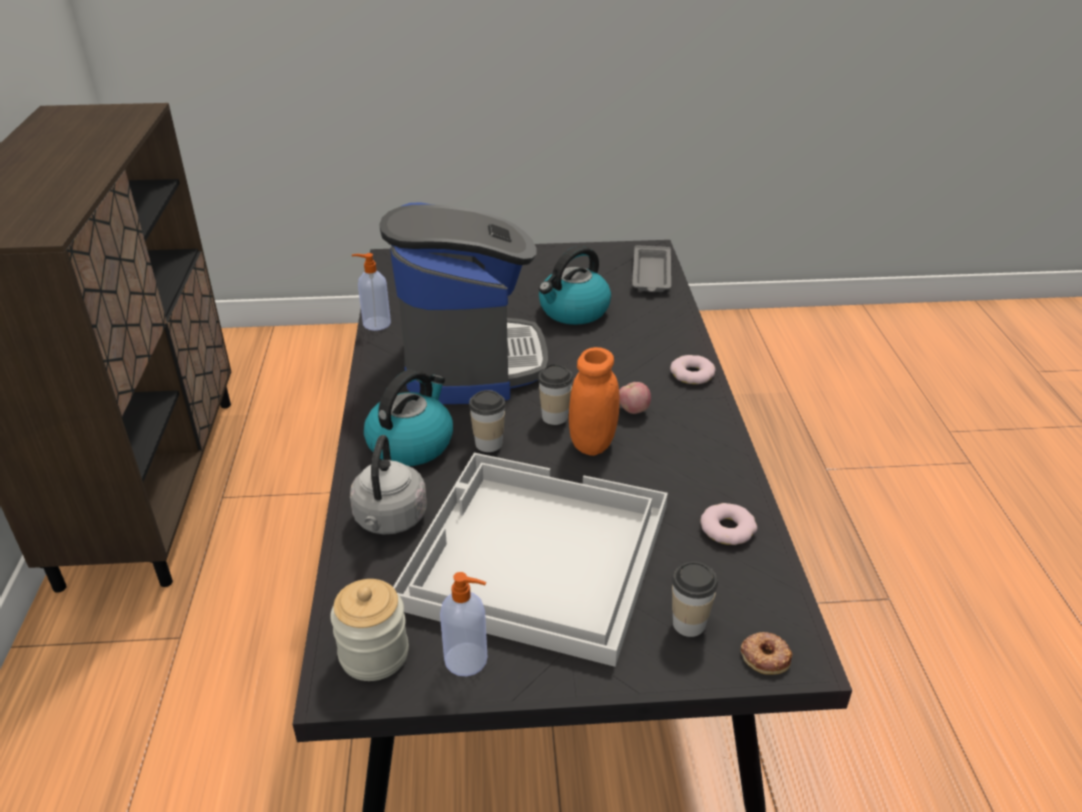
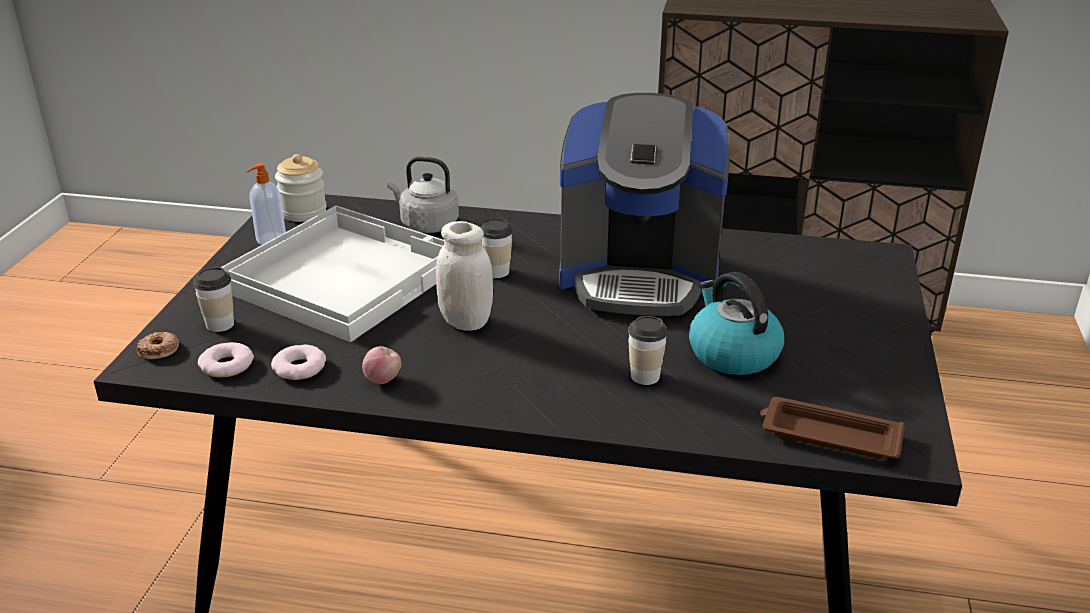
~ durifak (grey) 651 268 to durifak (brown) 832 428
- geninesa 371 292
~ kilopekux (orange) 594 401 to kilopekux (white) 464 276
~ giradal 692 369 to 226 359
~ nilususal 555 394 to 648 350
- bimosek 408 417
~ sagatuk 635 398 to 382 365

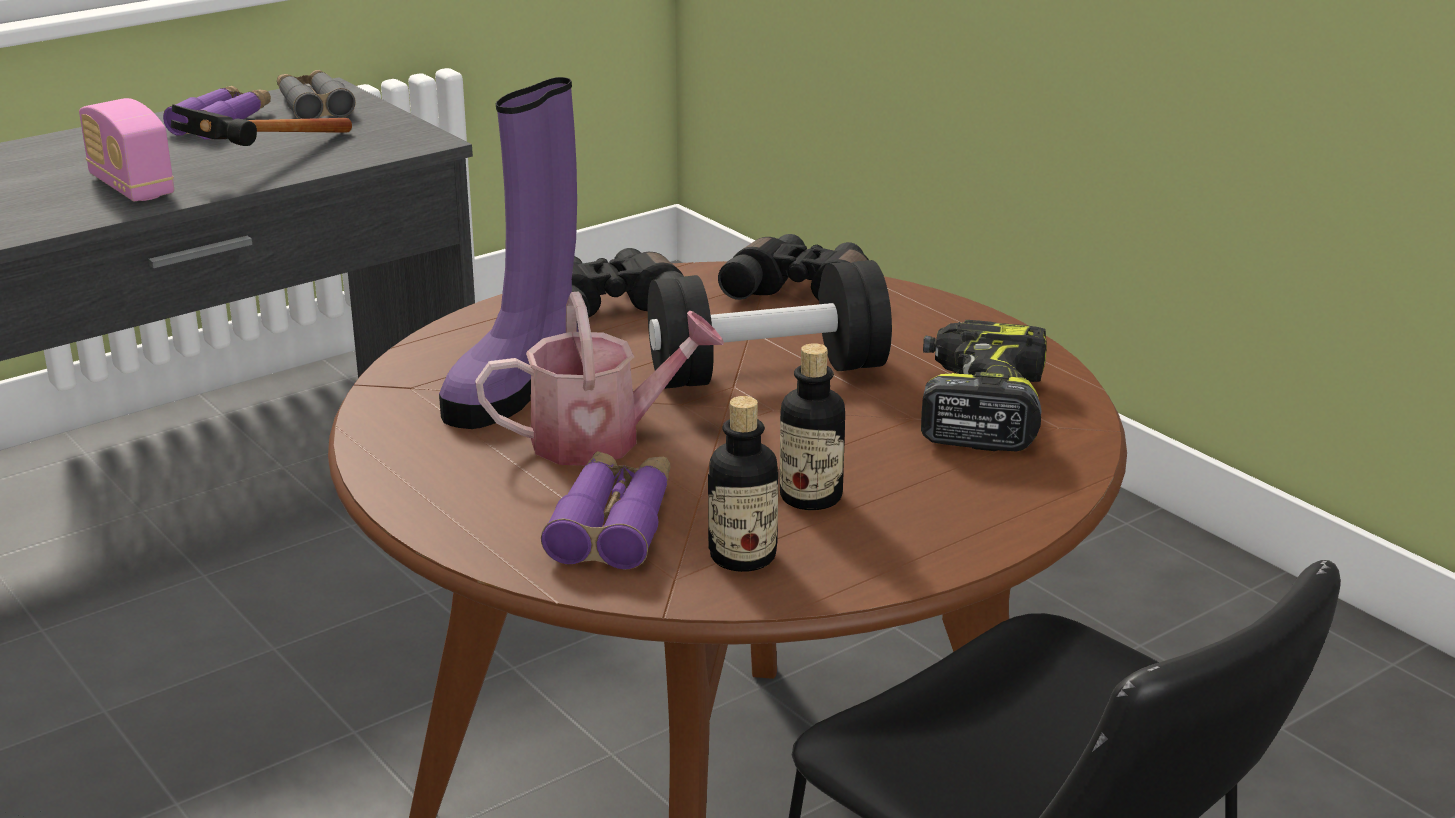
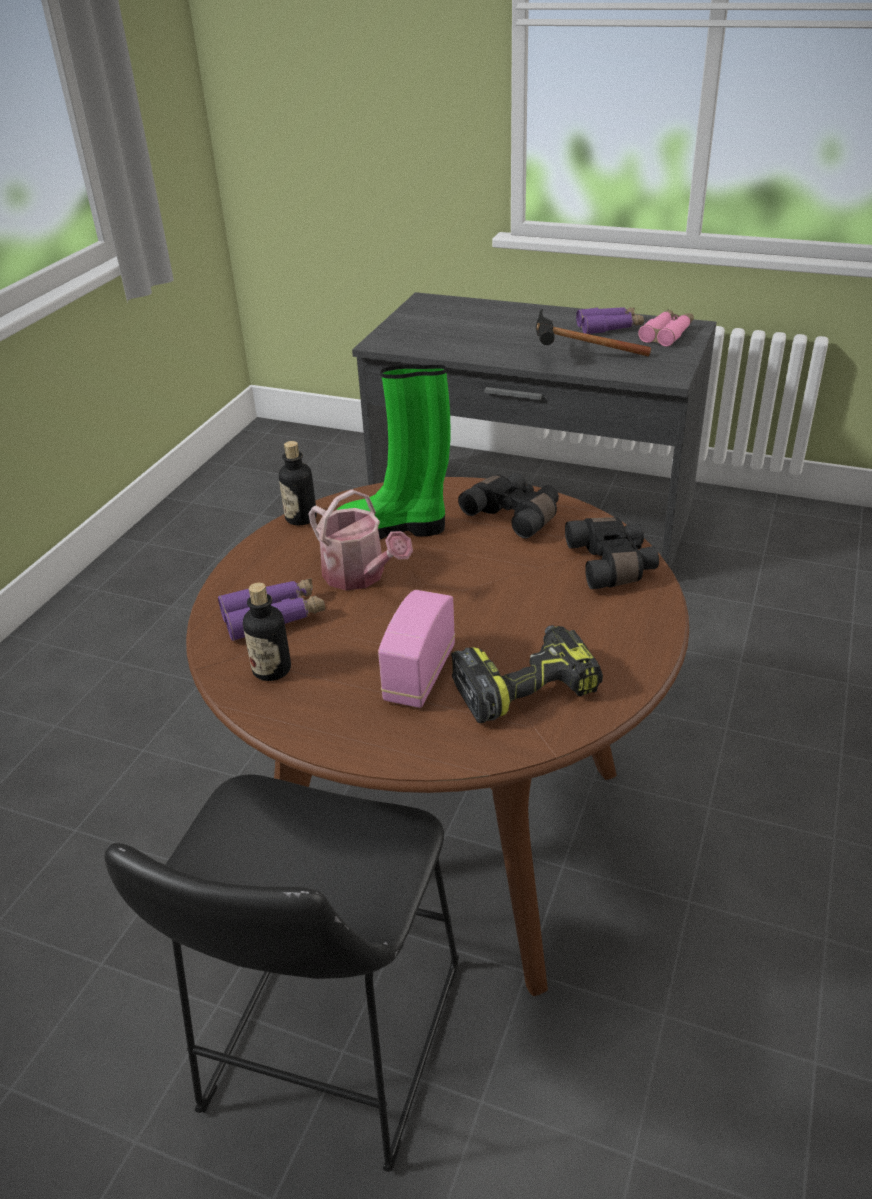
~ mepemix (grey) 316 94 to mepemix (pink) 666 328
~ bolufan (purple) 509 253 to bolufan (green) 393 452
~ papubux 126 149 to 416 649
- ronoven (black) 770 324
~ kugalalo 812 426 to 298 483

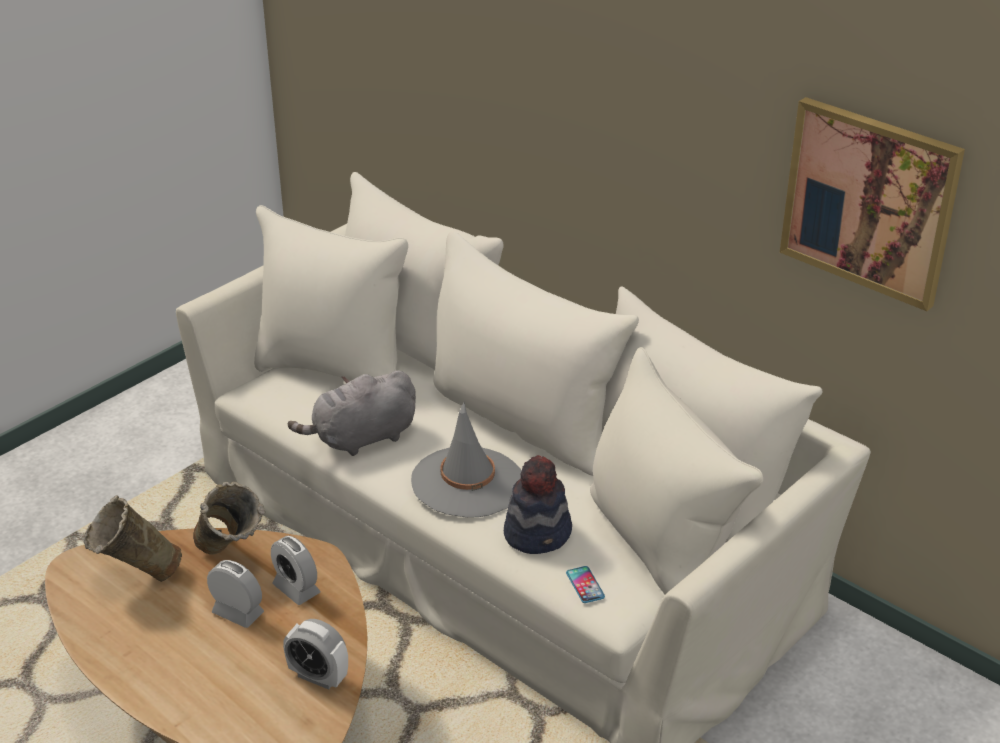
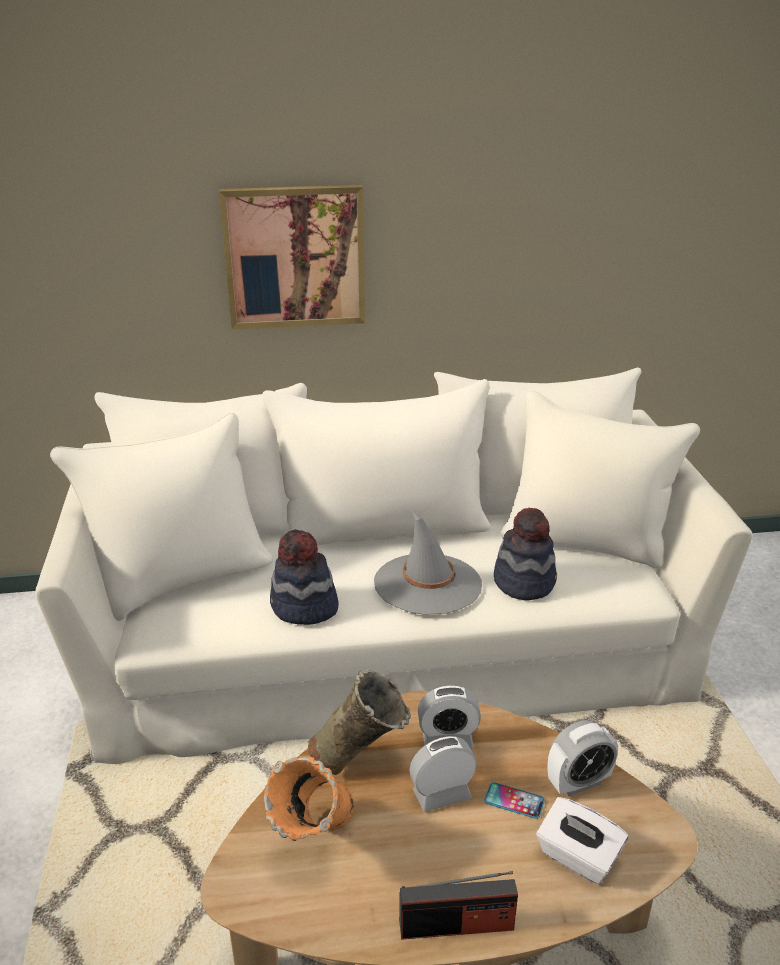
~ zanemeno 872 204 to 292 257
~ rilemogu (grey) 352 413 to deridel 304 577
~ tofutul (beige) 133 538 to tofutul (orange) 309 799
~ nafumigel 585 584 to 514 800
+ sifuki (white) 582 840
+ papubux 458 905

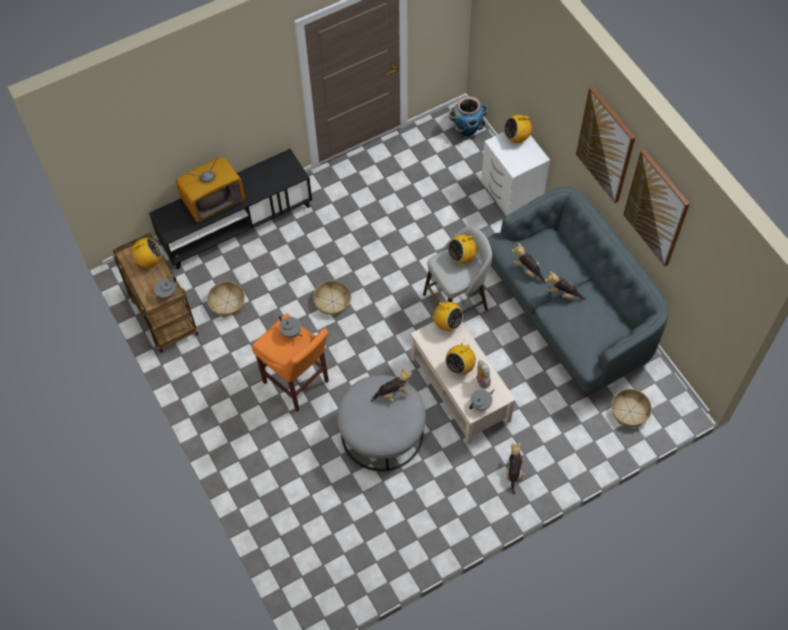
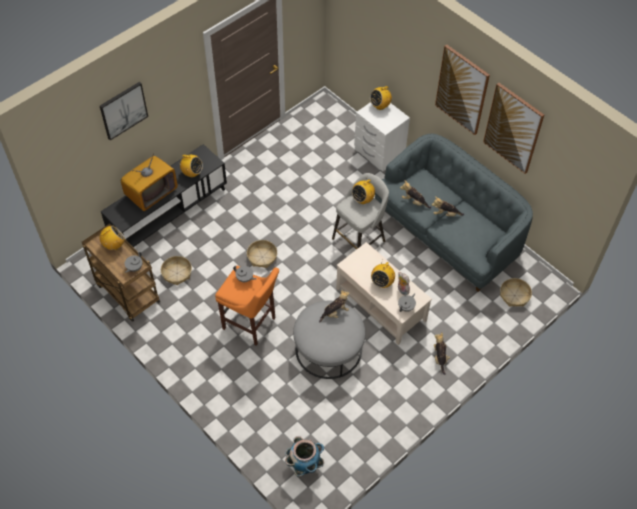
~ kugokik 468 115 to 304 456
~ papubux 447 316 to 191 165
+ zanemeno 124 111

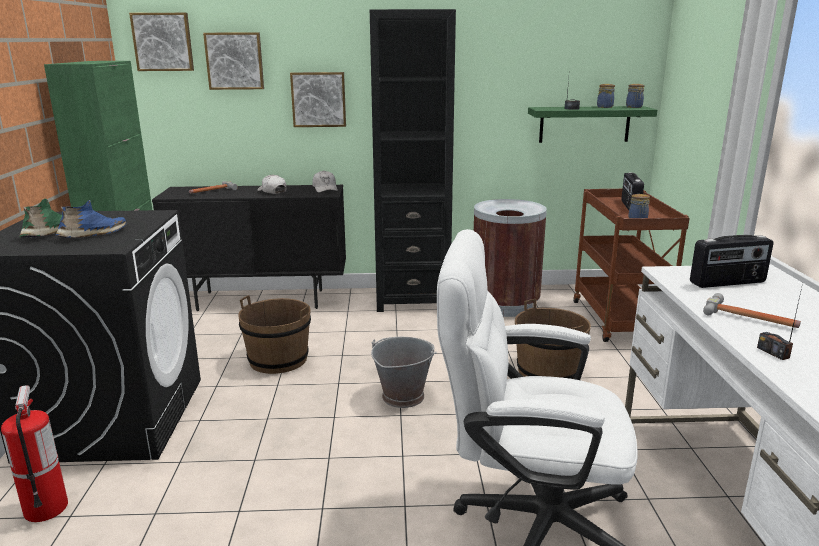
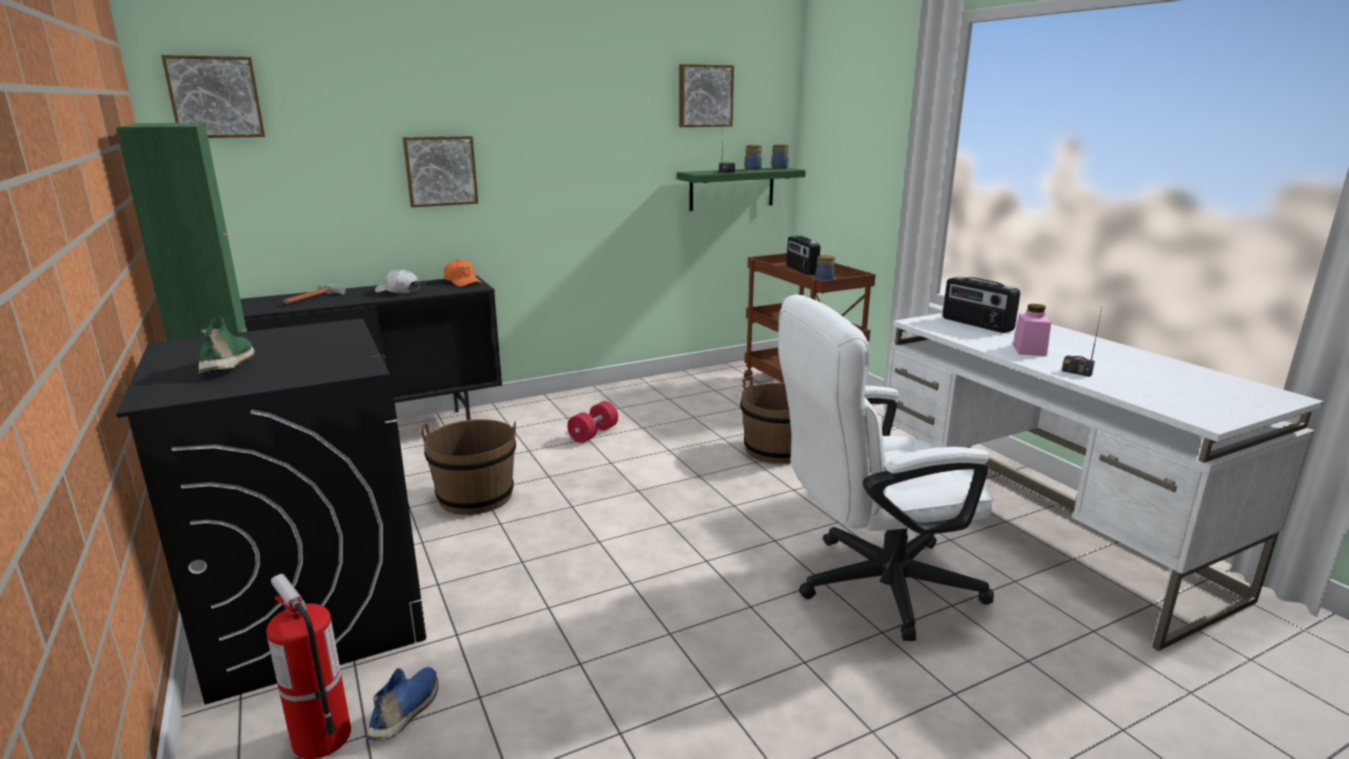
- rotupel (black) 413 160
~ zanemeno 233 61 to 706 95
~ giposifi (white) 325 181 to giposifi (orange) 463 273
- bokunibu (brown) 510 258
~ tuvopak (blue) 90 219 to 402 704
~ papubux 731 261 = 981 304 90 degrees clockwise
~ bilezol 752 310 to kilopekux (pink) 1032 330
- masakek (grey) 404 372
+ ronoven (red) 592 422

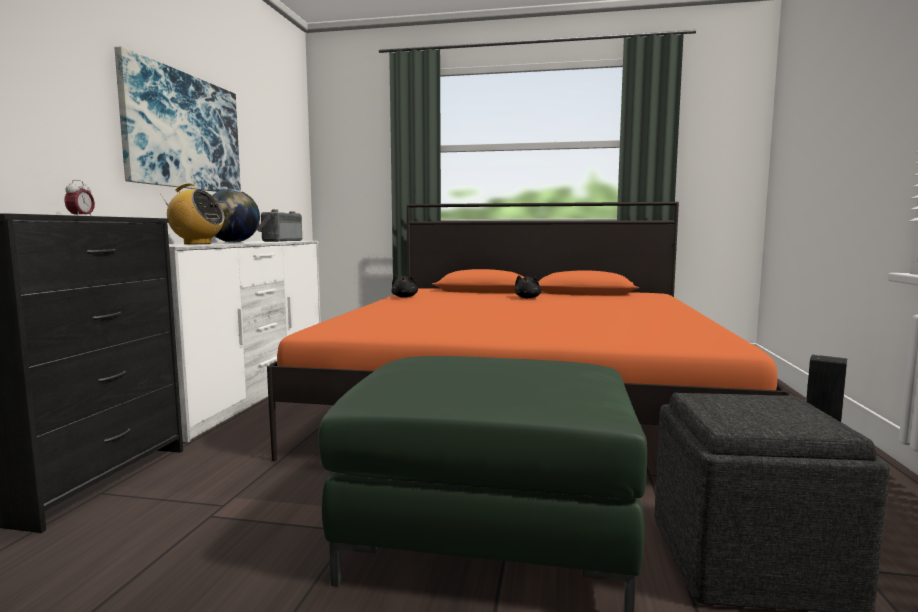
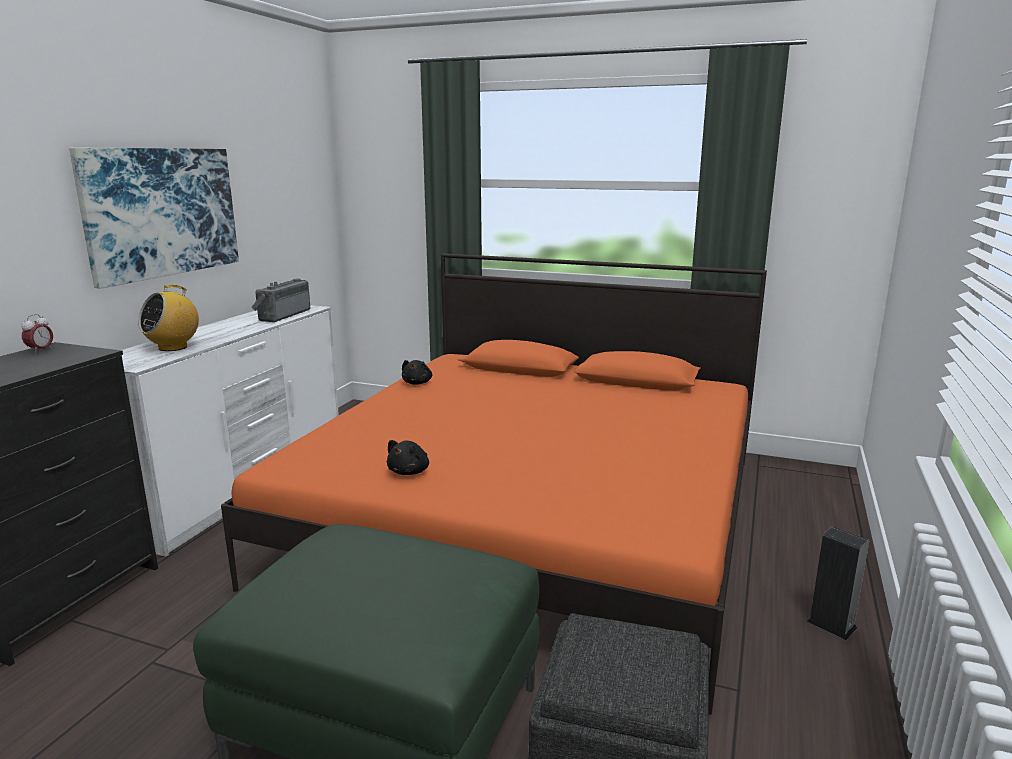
~ papubux 192 214 = 168 318 105 degrees clockwise
- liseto 236 216
~ rilemogu (black) 528 286 to 408 457

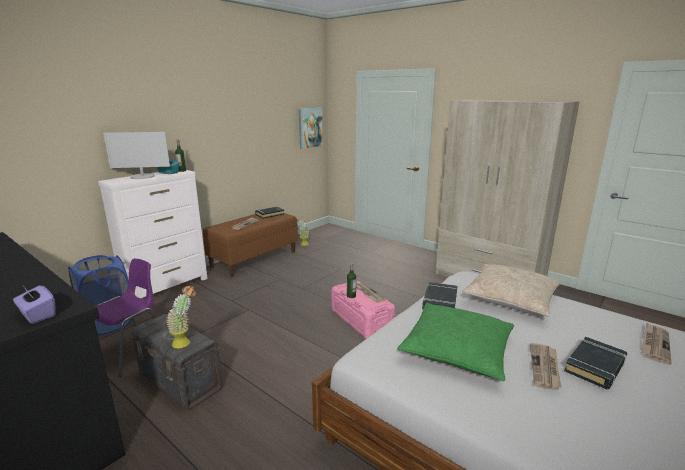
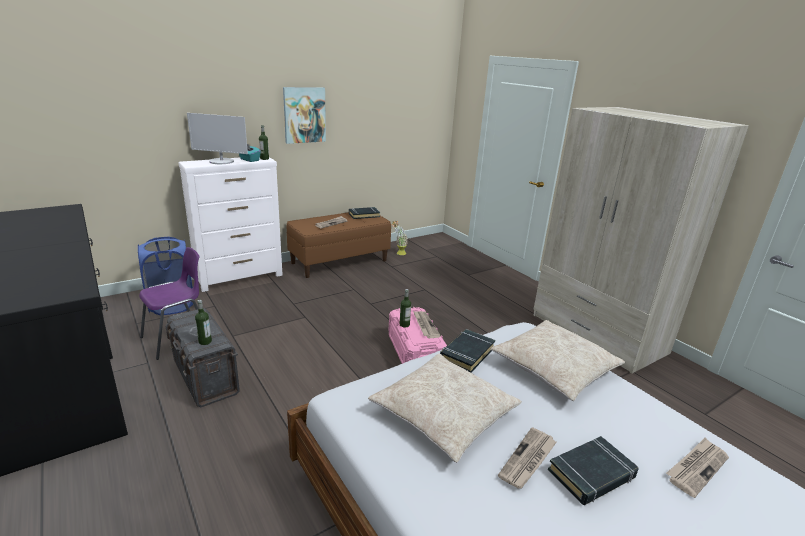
~ zanemeno 311 128 to 304 115
- sifuki (purple) 34 305
~ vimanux 181 317 to kugalalo 203 322
~ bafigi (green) 455 342 to bafigi (beige) 445 408

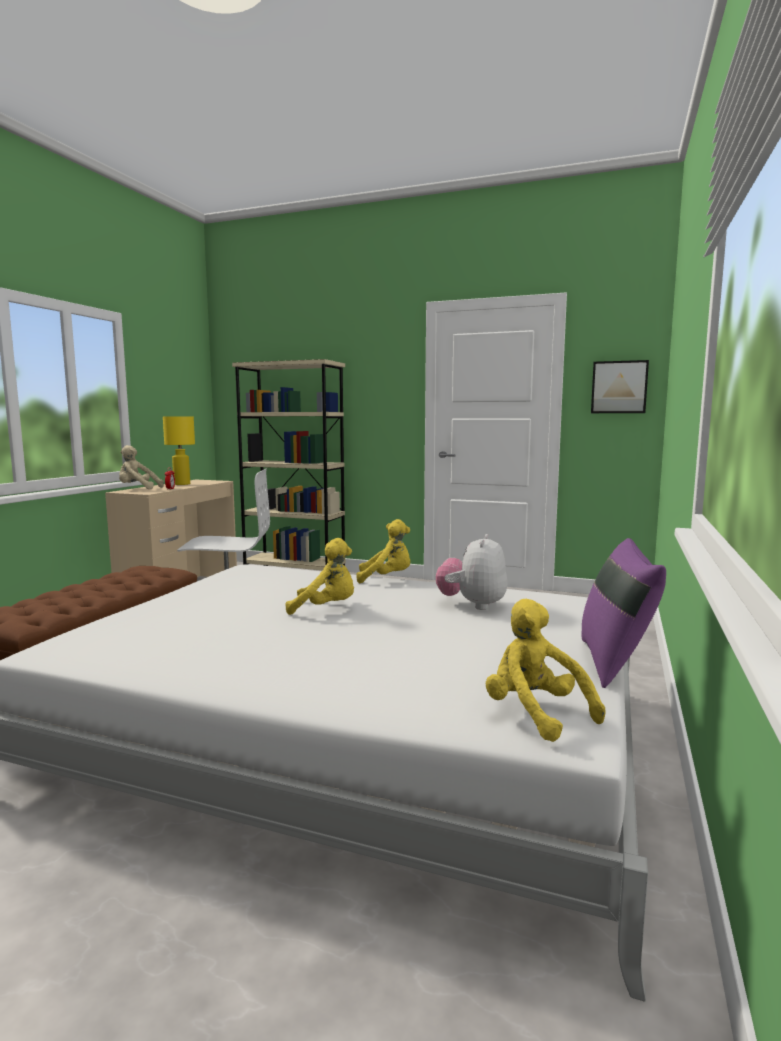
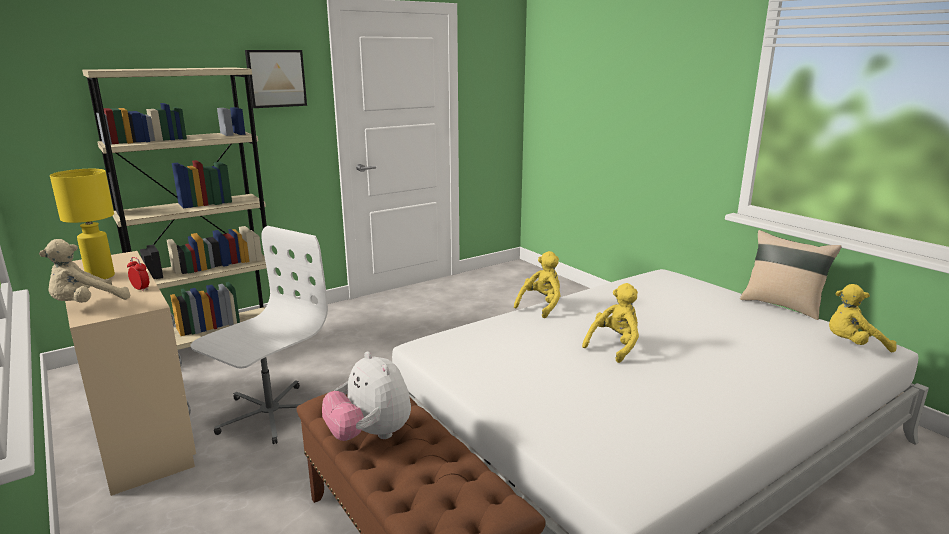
~ zanemeno 620 386 to 276 79
~ rilemogu 471 572 to 366 396
~ bafigi (purple) 623 613 to bafigi (beige) 791 275

